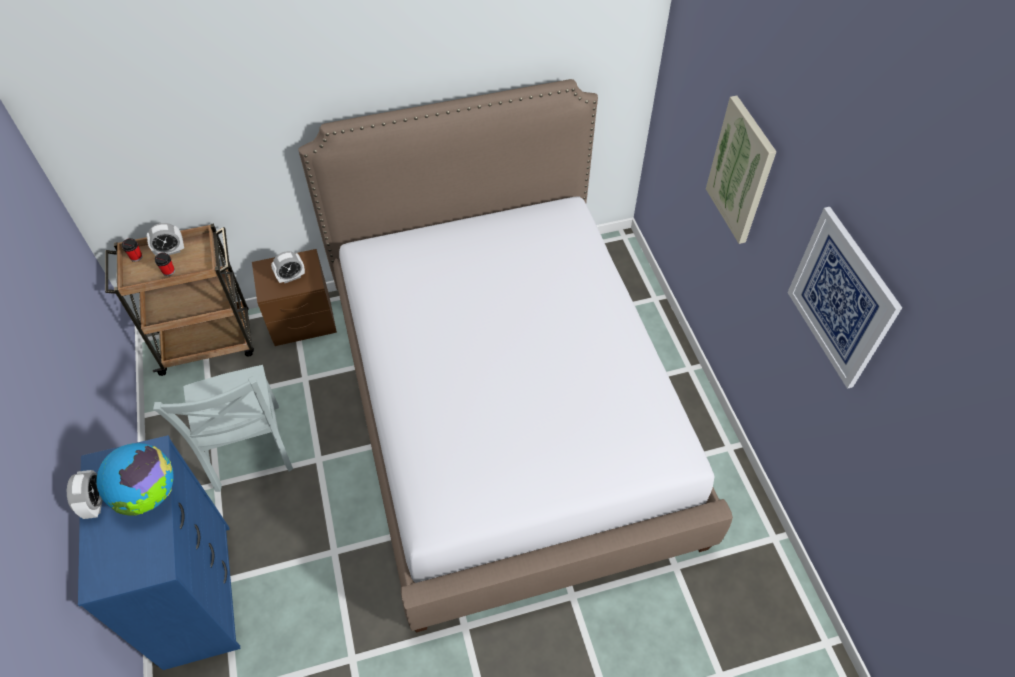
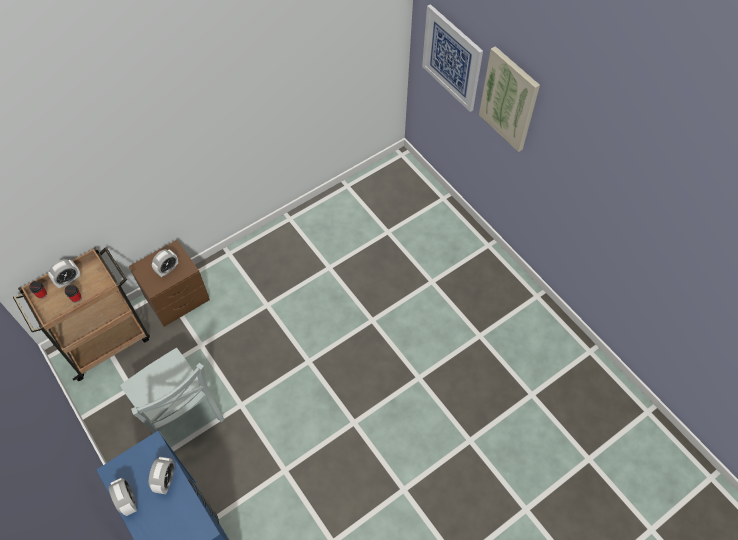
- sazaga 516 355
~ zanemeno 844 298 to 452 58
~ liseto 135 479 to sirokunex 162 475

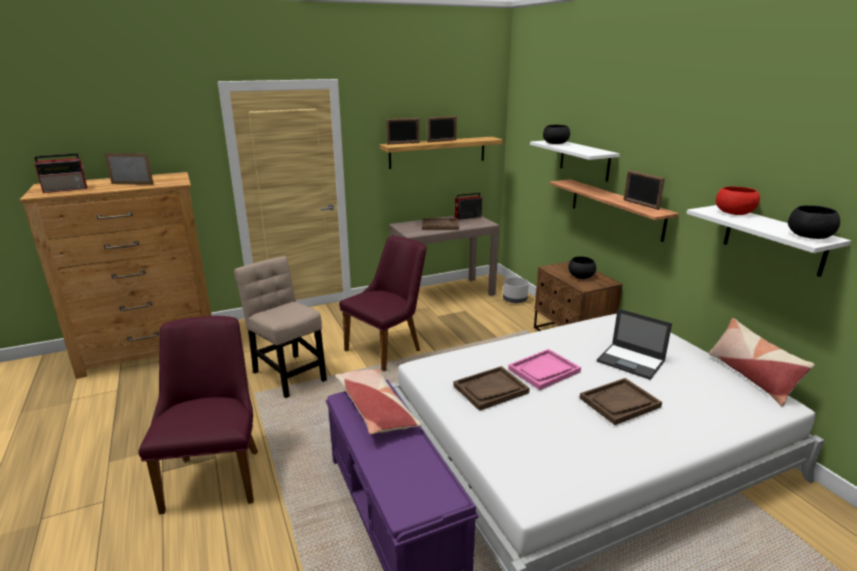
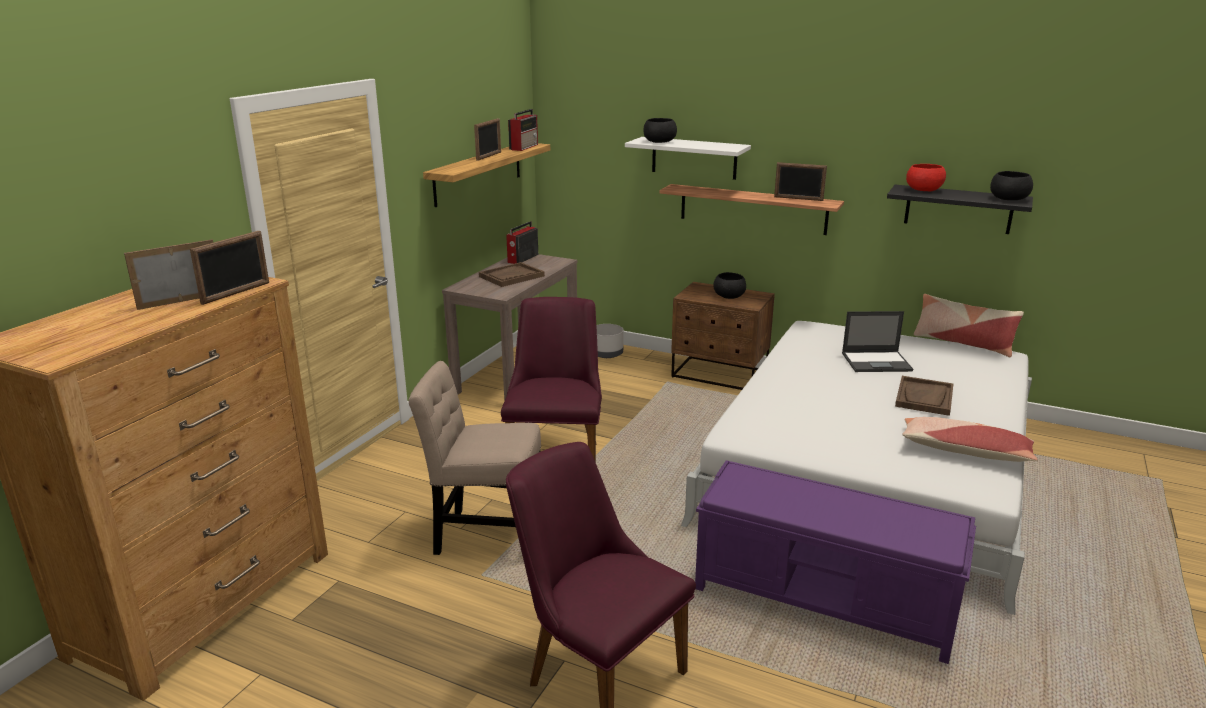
~ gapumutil 403 131 to 229 268
~ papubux 60 173 to 523 130
~ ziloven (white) 768 241 to ziloven (black) 960 209
- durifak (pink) 544 369
- durifak (brown) 491 388
~ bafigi 378 401 to 970 439

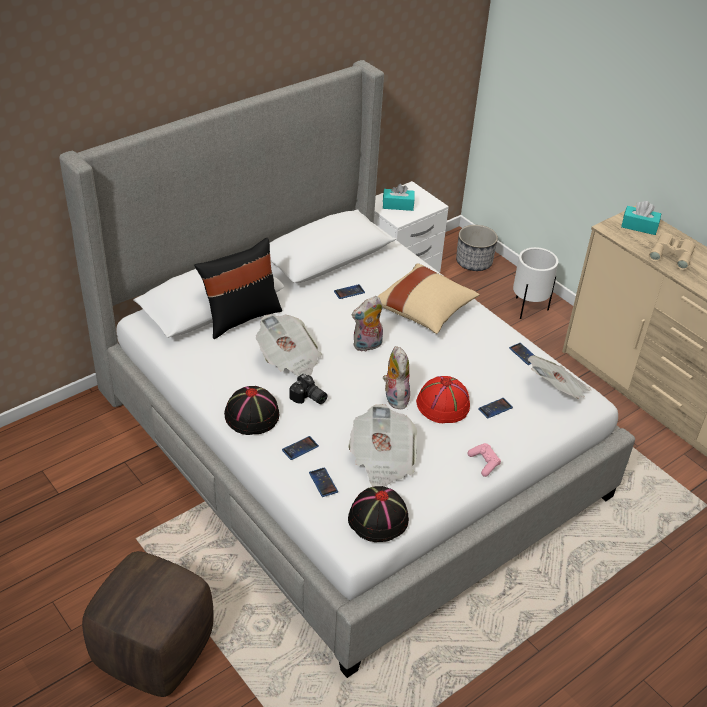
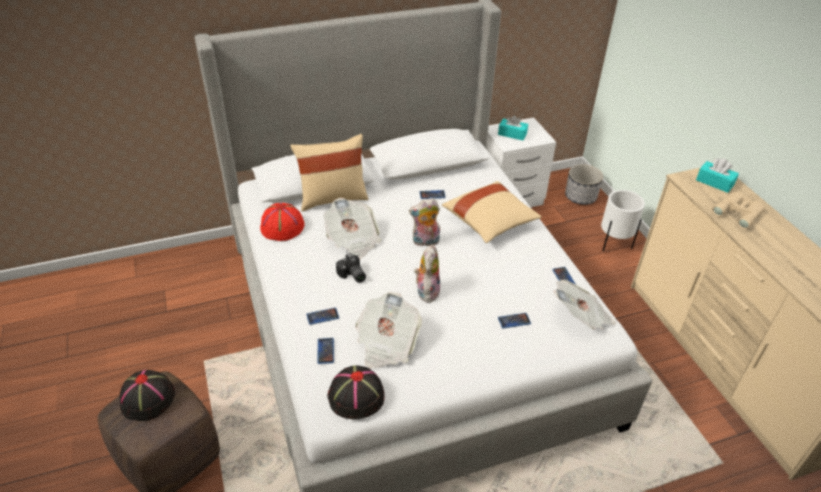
~ bafigi (black) 238 288 to bafigi (beige) 329 173
~ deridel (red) 443 399 to 282 222
~ deridel (black) 251 410 to 147 395
- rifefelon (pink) 484 460

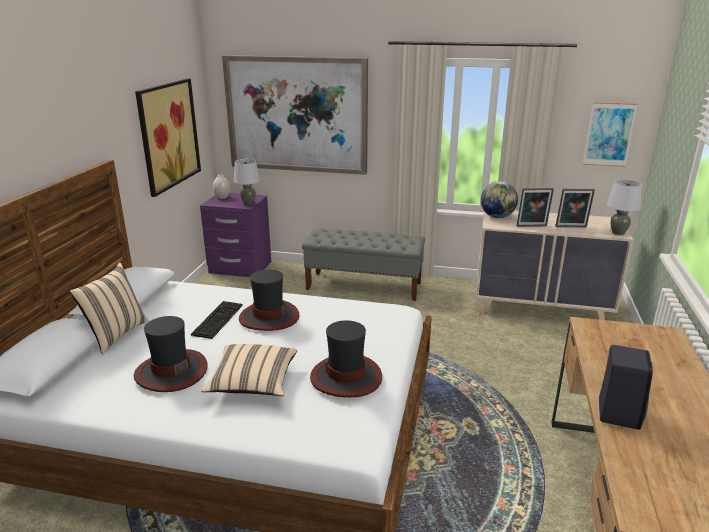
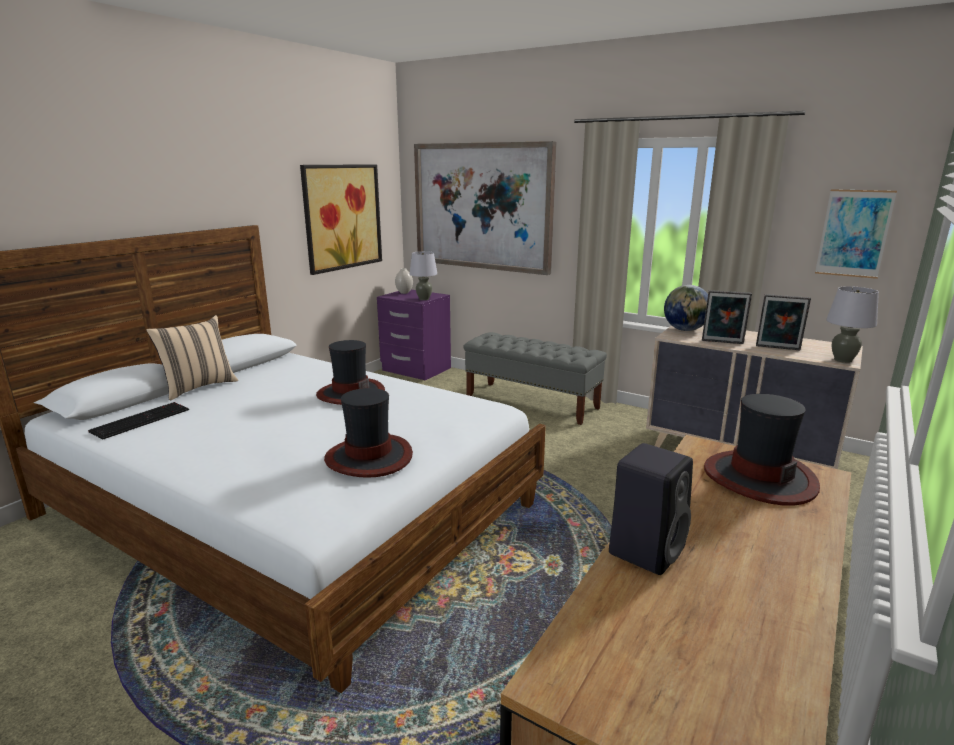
~ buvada 217 320 to 138 421
~ deridel 171 354 to 762 450
- bafigi (beige) 249 370

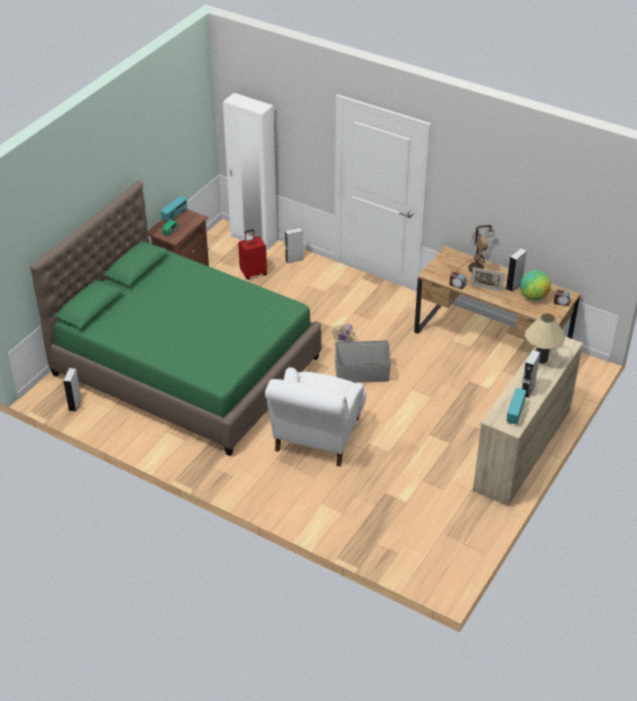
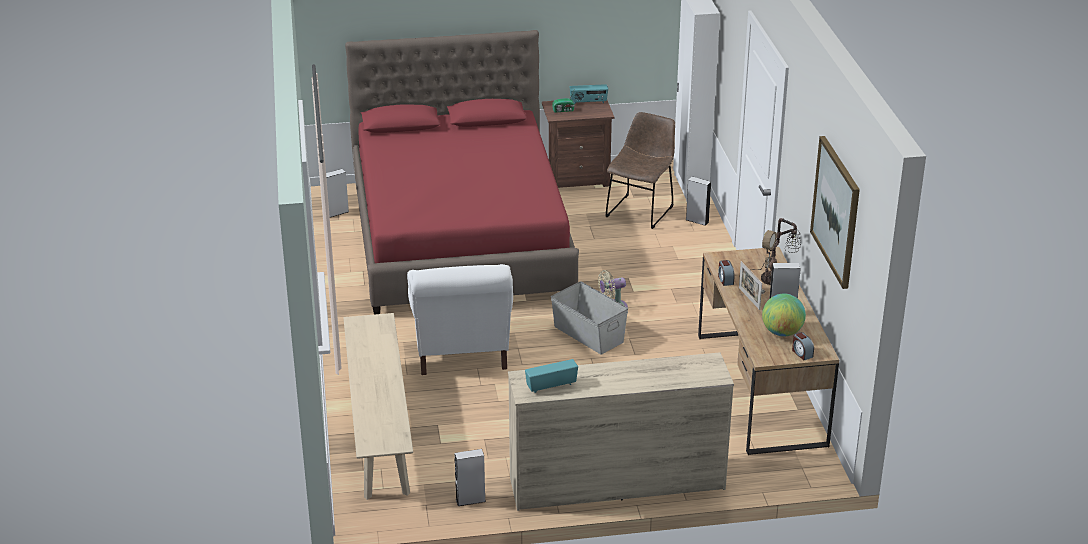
~ sazaga (green) 175 318 to sazaga (red) 462 172
~ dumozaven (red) 252 254 to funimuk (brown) 640 170
- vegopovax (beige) 545 338
~ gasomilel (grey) 530 374 to 470 477
~ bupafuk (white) 315 417 = 460 319 75 degrees counterclockwise
+ zanemeno 835 212
+ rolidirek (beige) 378 406

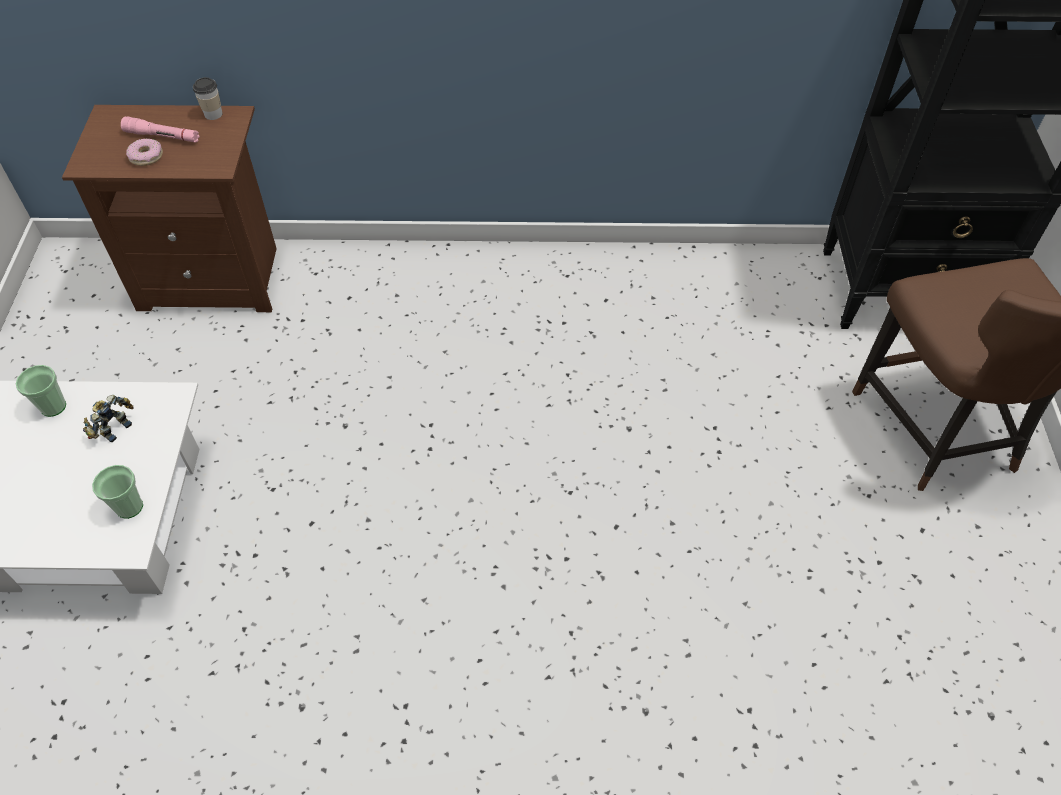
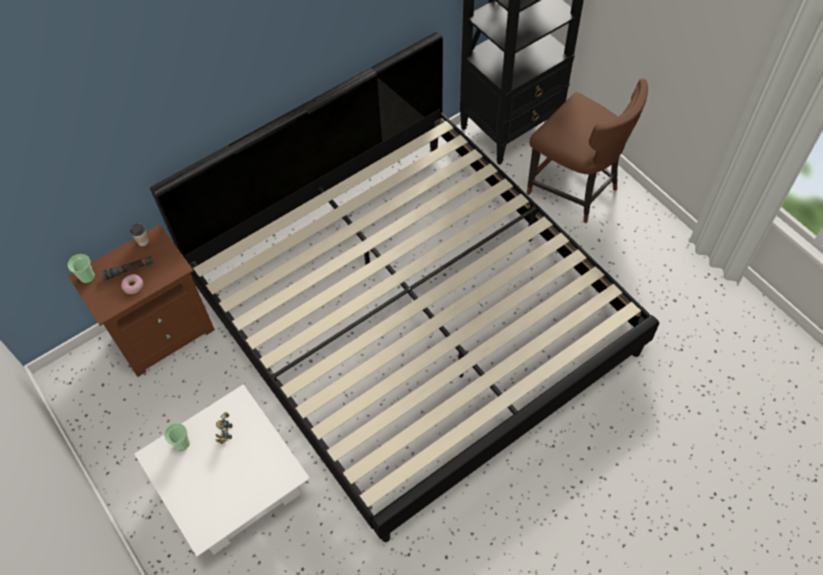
~ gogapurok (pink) 160 129 to gogapurok (black) 127 268
~ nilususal 117 492 to 81 268
+ sazaga 404 287

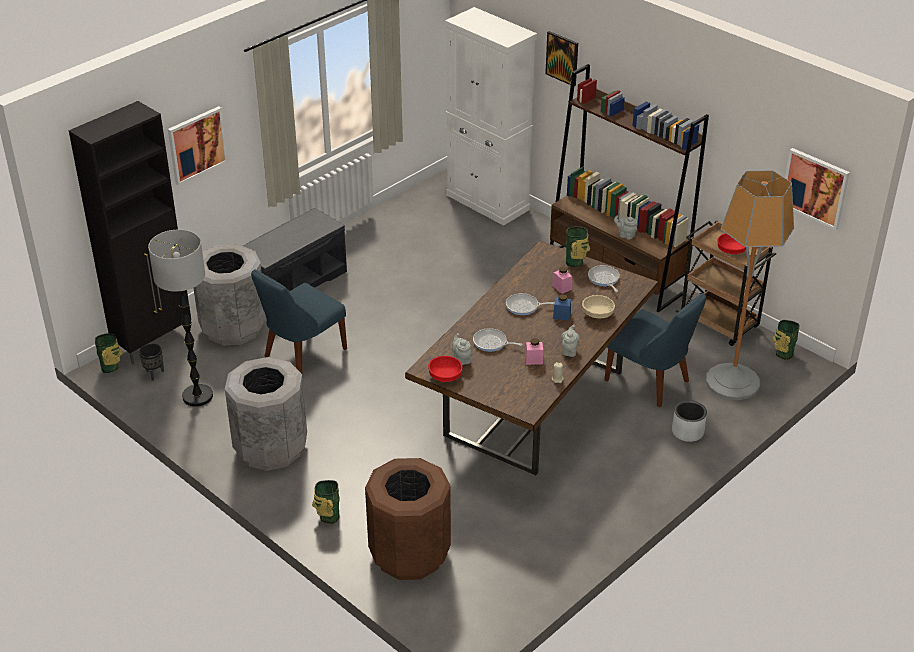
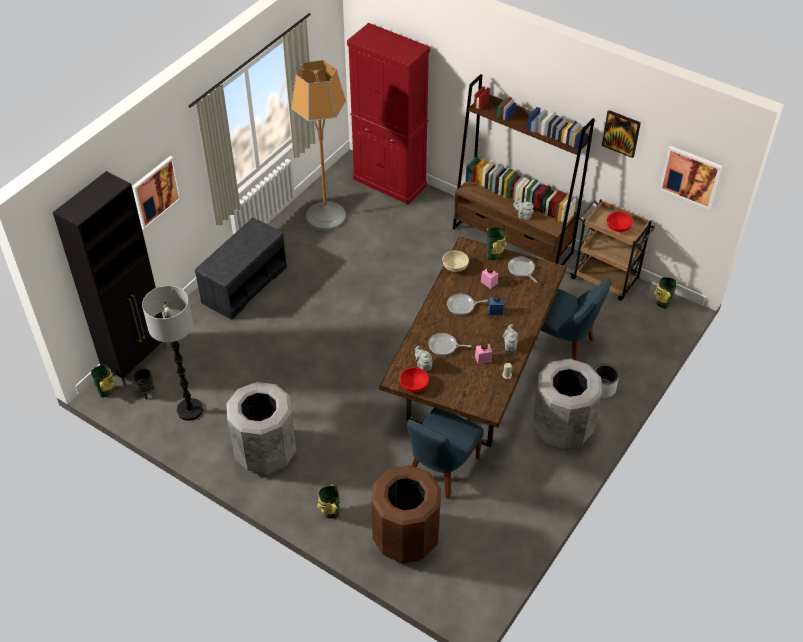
~ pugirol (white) 491 116 to pugirol (red) 388 114
~ zanemeno 561 58 to 621 134
~ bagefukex 750 285 to 318 145
~ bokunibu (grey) 229 294 to 567 404
~ funimuk (blue) 299 322 to 445 454
~ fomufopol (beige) 598 306 to 455 261

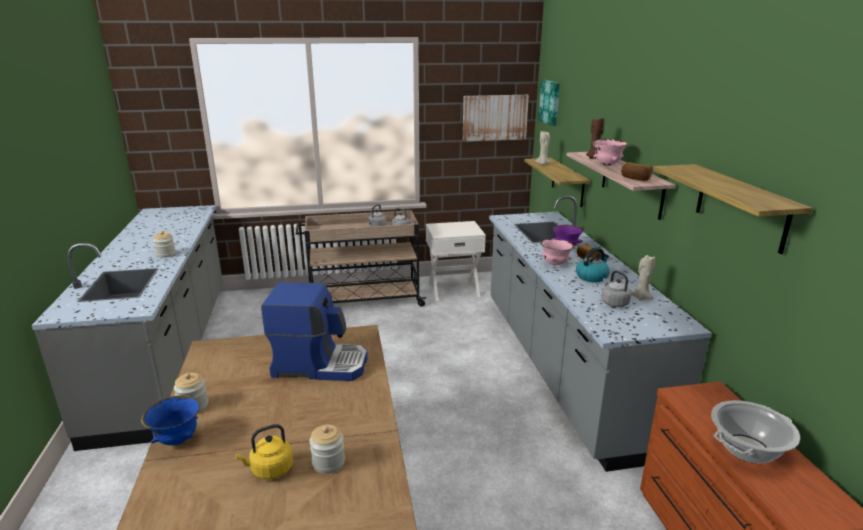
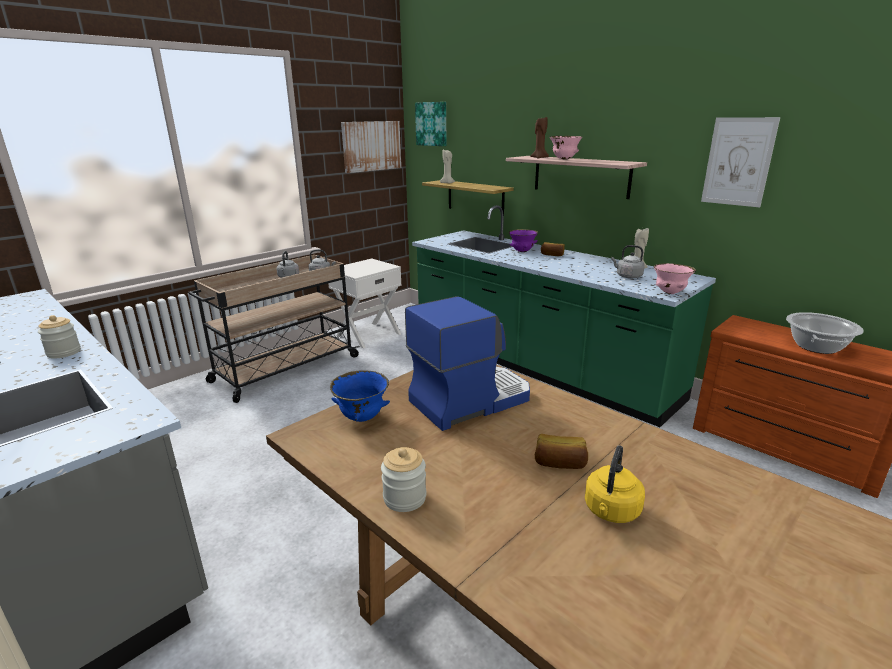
~ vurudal 637 171 to 561 451
~ ziloven 733 209 to zanemeno 740 162
~ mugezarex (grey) 600 334 to mugezarex (green) 564 316
~ fomufopol (pink) 558 252 to 675 278
- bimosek 593 264
~ fomufopol (blue) 170 420 to 360 396
- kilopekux 327 449

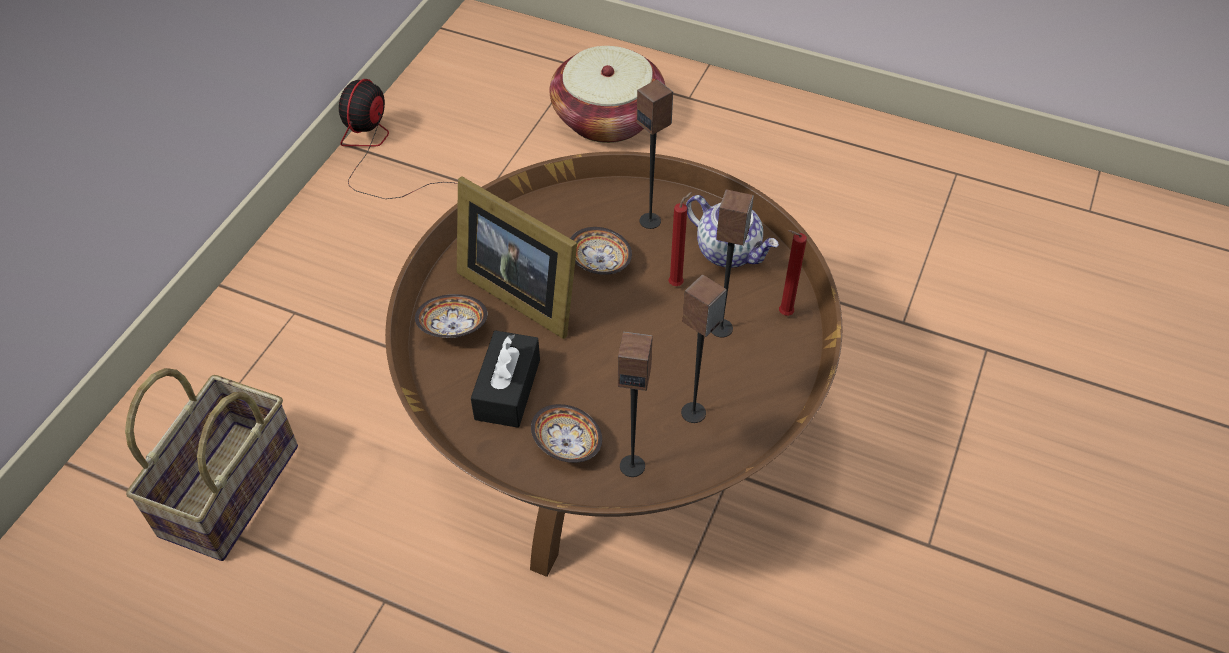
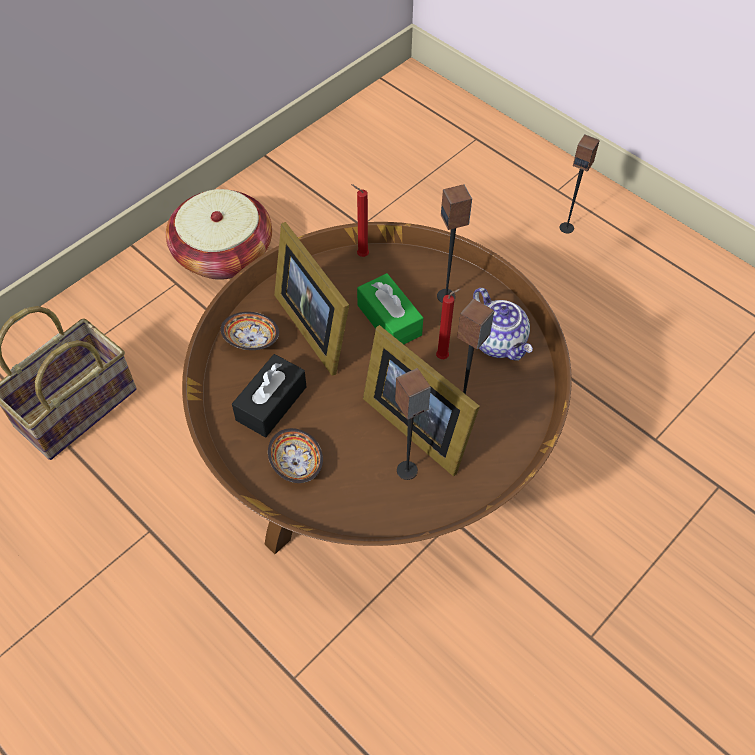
~ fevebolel 608 94 to 219 234
- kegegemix 398 139
~ fomufopol 601 251 to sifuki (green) 390 308
~ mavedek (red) 793 273 to 360 220
~ gasomilel 635 404 to 579 184
+ gapumutil 421 400

